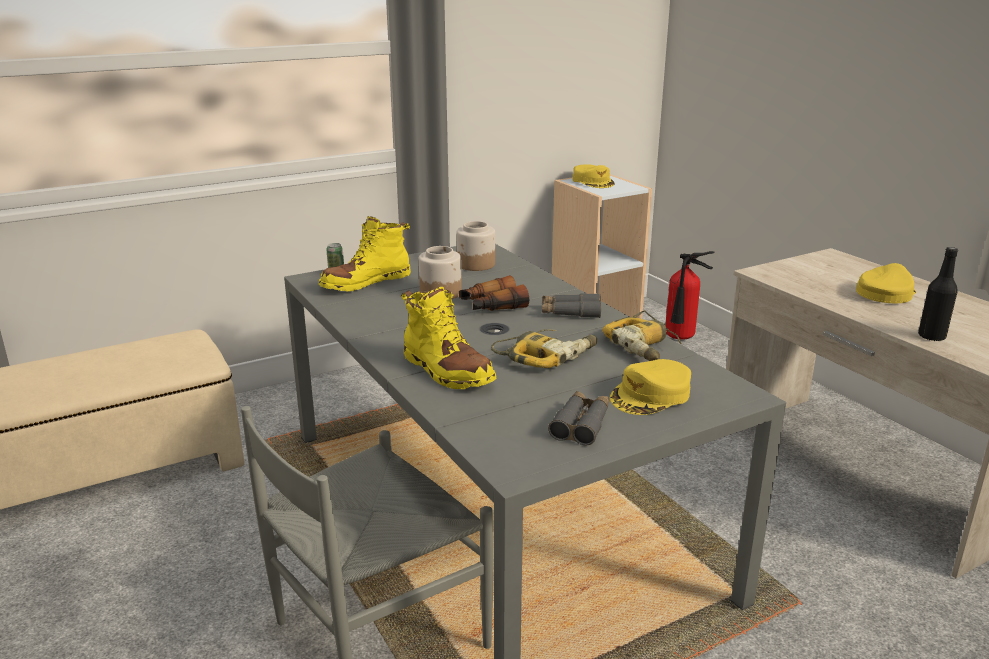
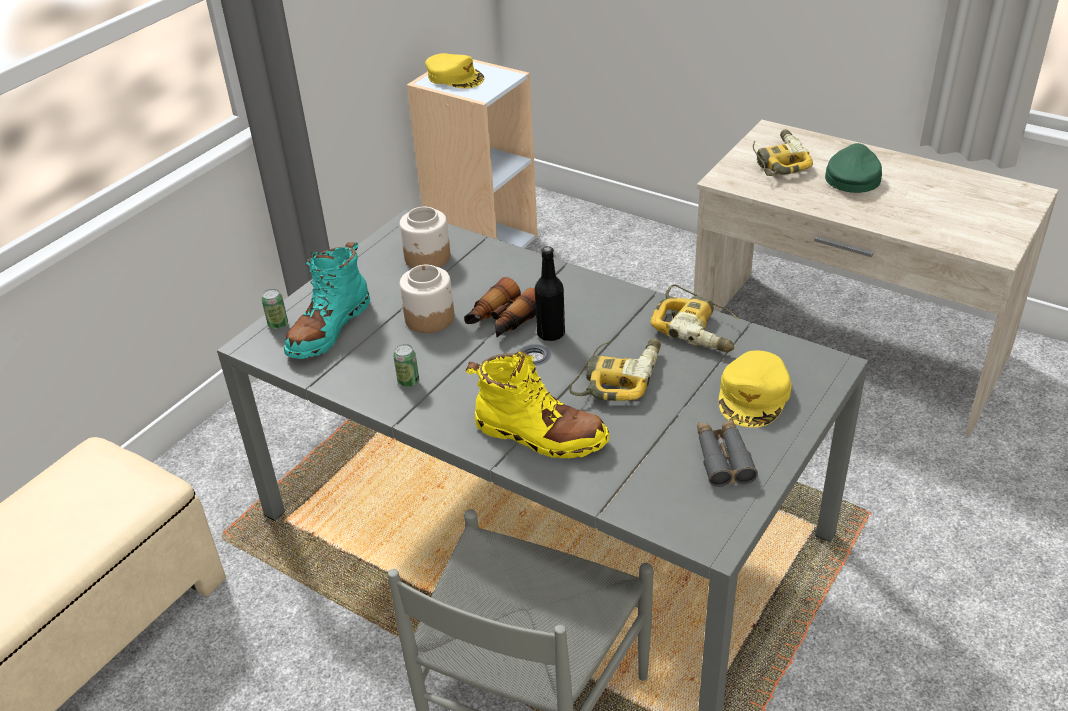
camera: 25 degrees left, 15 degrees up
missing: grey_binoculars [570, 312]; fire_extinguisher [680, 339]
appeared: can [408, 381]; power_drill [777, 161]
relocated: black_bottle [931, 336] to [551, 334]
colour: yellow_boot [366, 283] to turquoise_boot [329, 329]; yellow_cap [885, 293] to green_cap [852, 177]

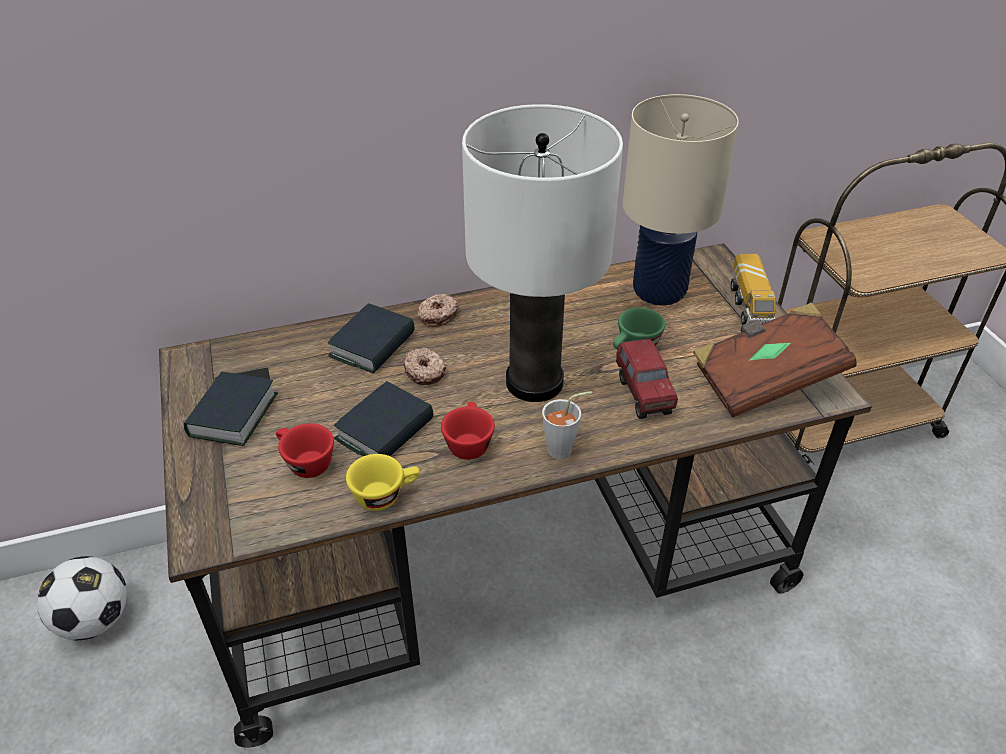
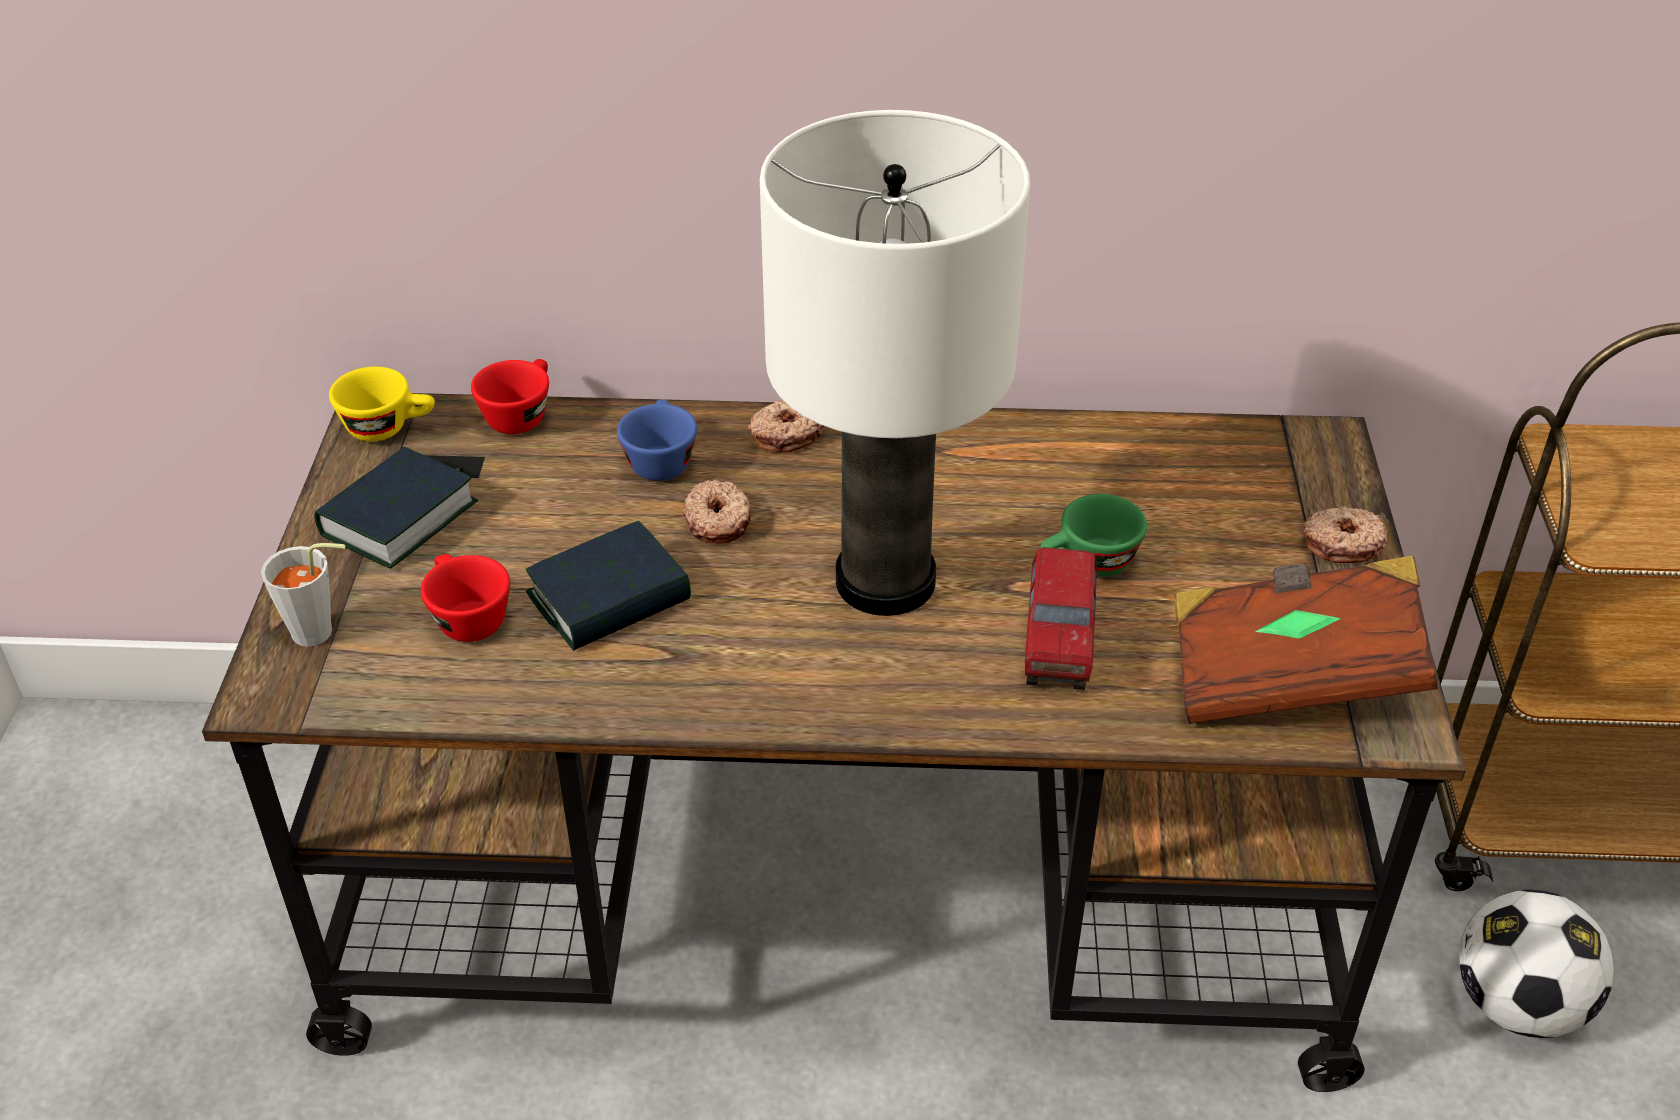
camera: 20 degrees right, 0 degrees up
missing: beige_table_lamp [659, 295]
relocated: football [95, 620] to [1517, 1004]; yellow_cup [385, 495] to [388, 427]; red_cup [468, 442] to [520, 414]; grey_cup [565, 449] to [321, 633]
exchanged: book [373, 345] to blue_cup [659, 459]; toy_truck [750, 307] to donut [1342, 543]

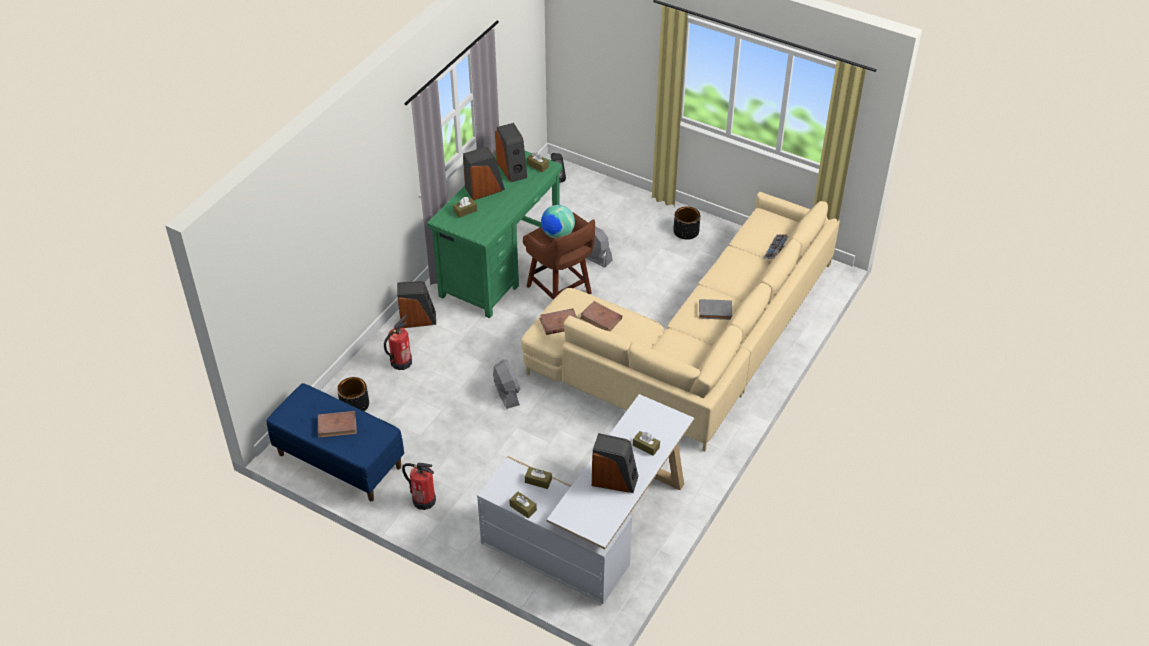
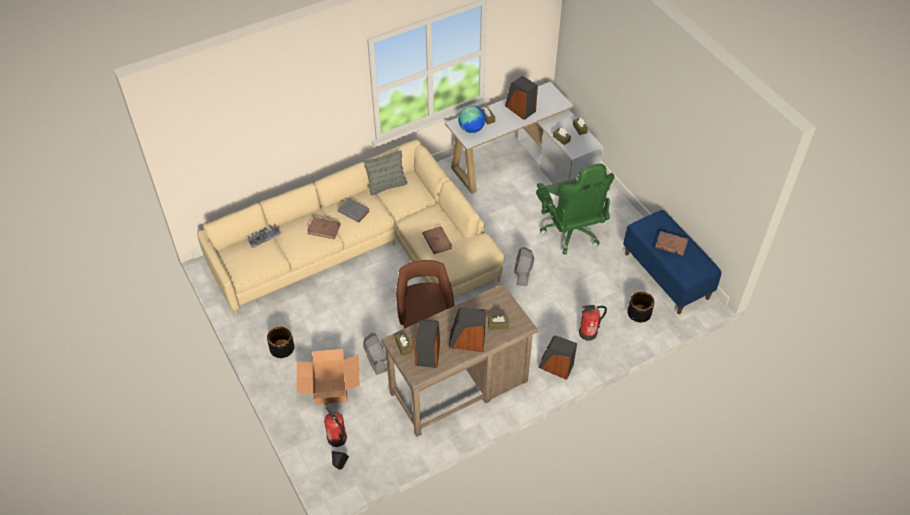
camera: 150 degrees left, 5 degrees up
appeared: cardboard_box [330, 387]; grey_pillow [387, 186]; green_office_chair [569, 229]
relocated: fire_extinguisher [423, 500] to [337, 438]; brown_book [559, 323] to [324, 229]; globe [557, 234] to [471, 129]
colour: green_desk [499, 266] to brown_desk [459, 387]

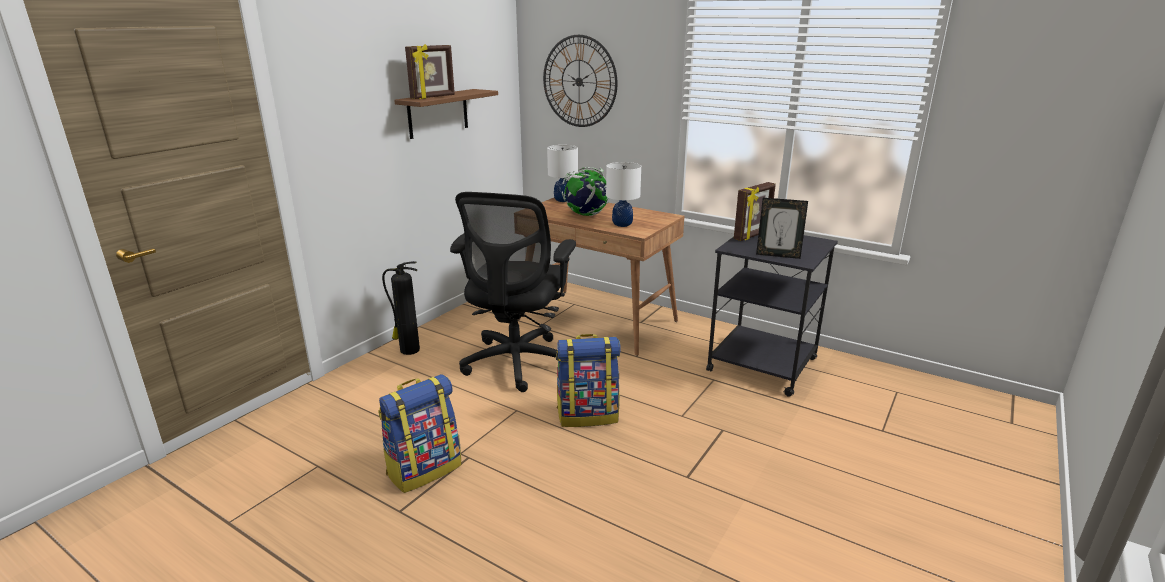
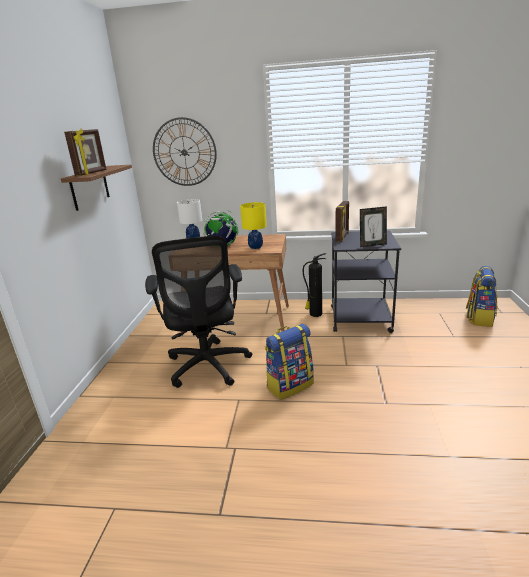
camera: 25 degrees left, 0 degrees up
relocated: backpack [424, 469] to [479, 318]; fire_extinguisher [408, 350] to [315, 314]
colour: white_table_lamp [622, 225] to yellow_table_lamp [256, 247]

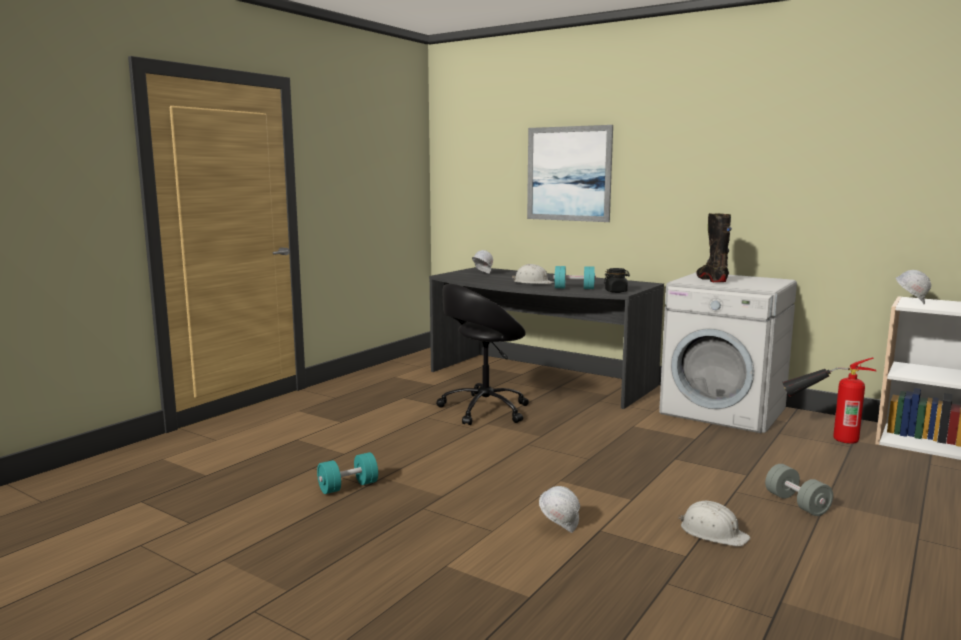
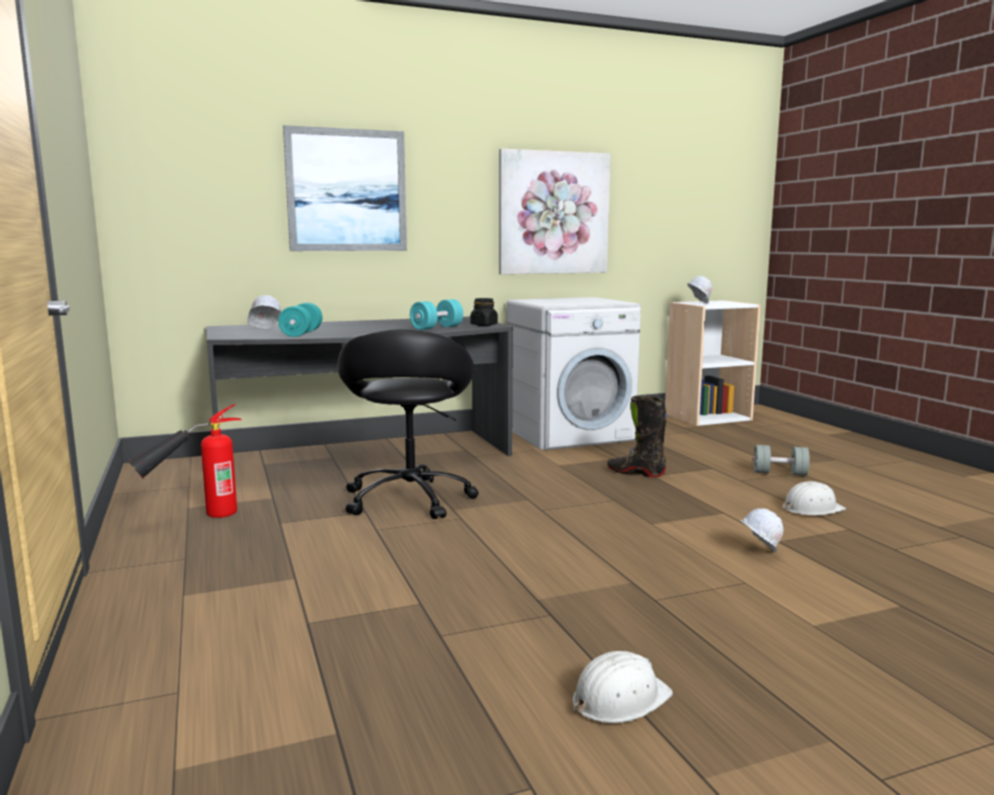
camera: 55 degrees left, 0 degrees up
appeared: picture [553, 213]
relocated: turquoise_dumbbell [348, 487] to [301, 333]; white_hard_hat [533, 282] to [619, 699]; black_boot [711, 280] to [636, 472]; fire_extinguisher [822, 437] to [193, 518]

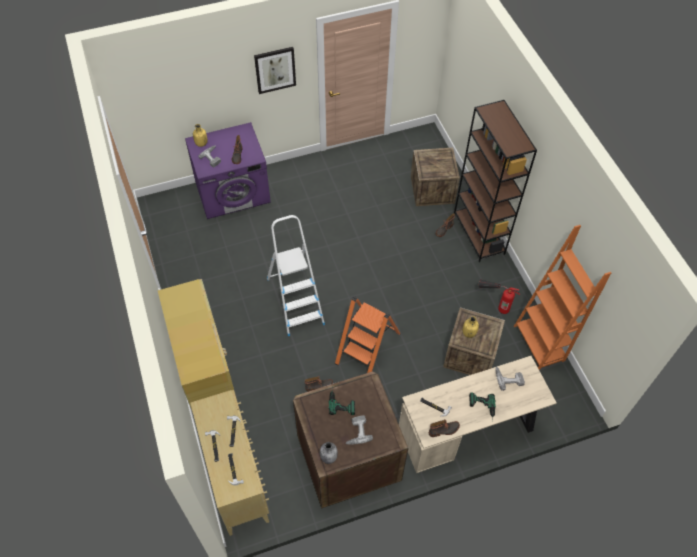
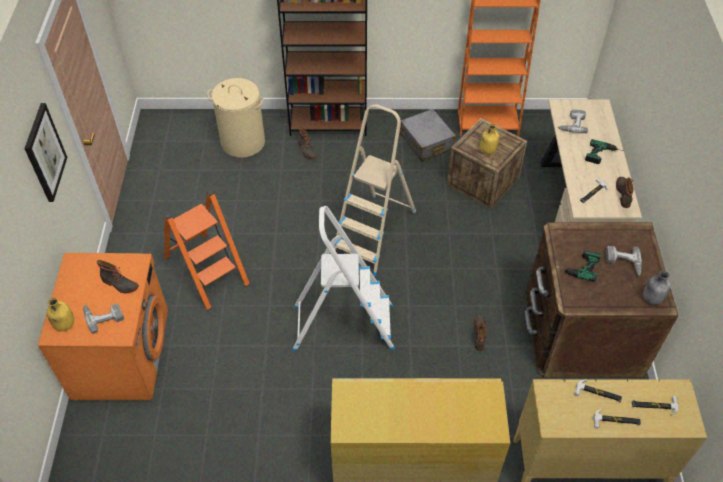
camera: 70 degrees left, 5 degrees down
appeared: beige_step_ladder [374, 234]
relocated: orange_step_ladder [368, 347] to [206, 270]
exchanged: crate [432, 189] to beige_laundry_basket [243, 142]; fire_extinguisher [494, 304] to grey_suitcase [426, 142]
colour: purple_washing_machine [234, 195] to orange_washing_machine [124, 355]

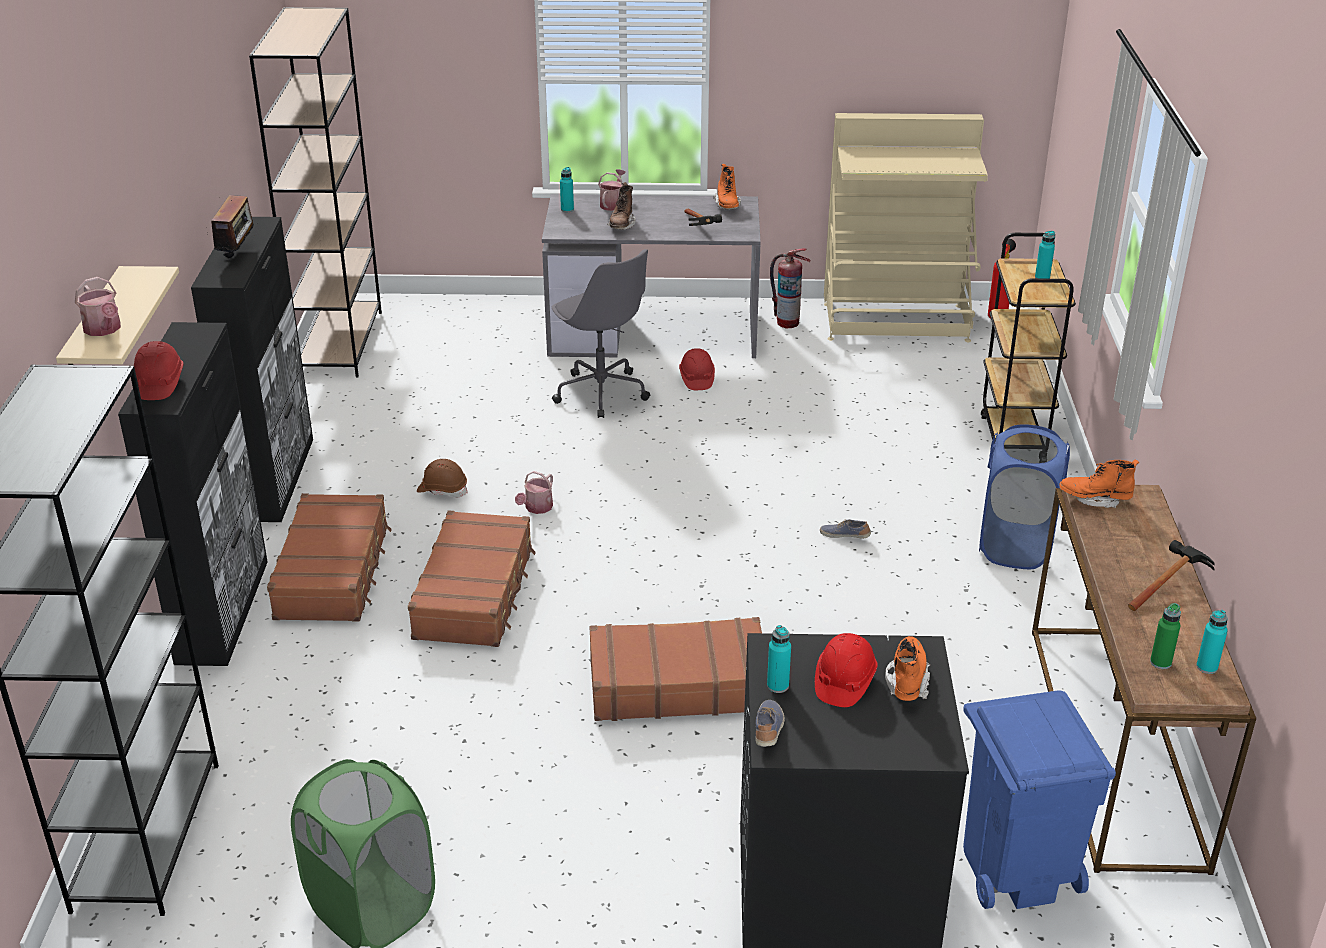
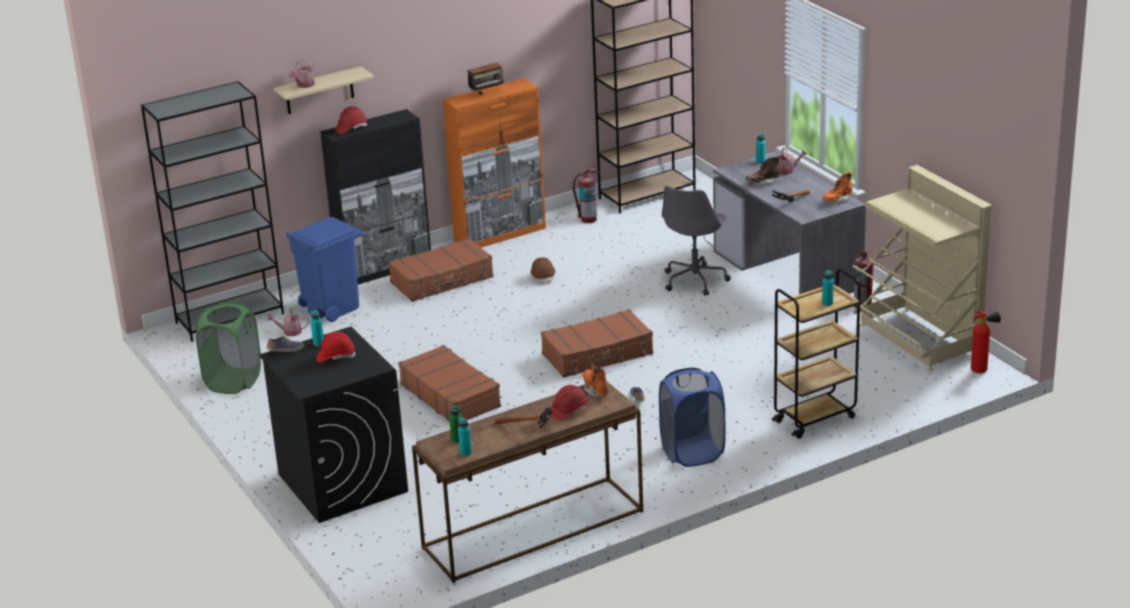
camera: 60 degrees right, 5 degrees down
missing: orange_boot [907, 680]
appeared: fire_extinguisher [588, 219]
relocated: brown_suitcase [475, 593] to [598, 355]; watering_can [536, 508] to [289, 332]; red_hard_hat [696, 379] to [569, 411]; blue_trash_can [1016, 869] to [331, 307]
colour: black_cabinet [275, 478] to orange_cabinet [500, 234]

